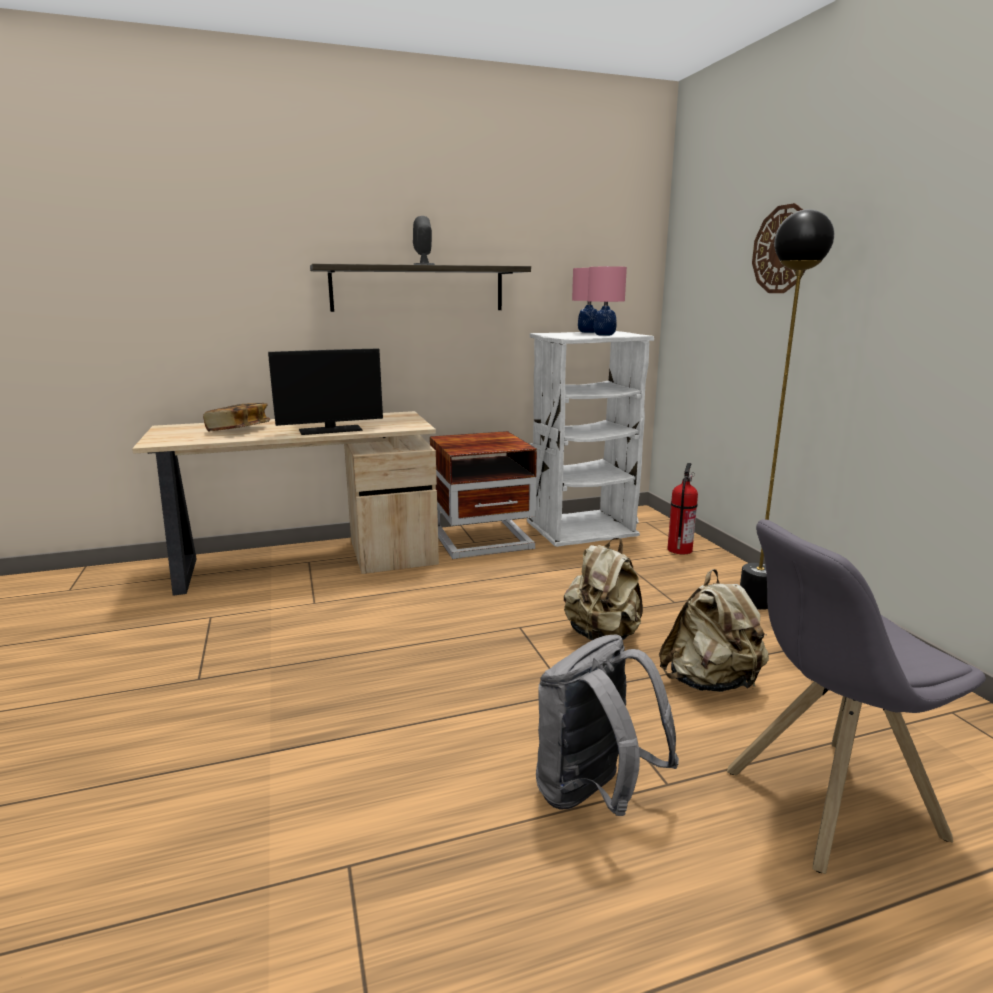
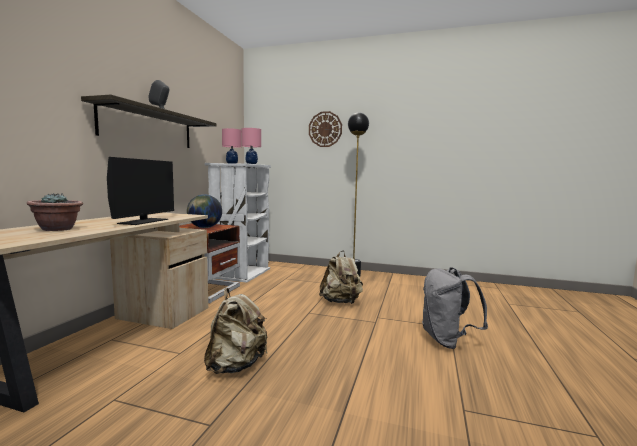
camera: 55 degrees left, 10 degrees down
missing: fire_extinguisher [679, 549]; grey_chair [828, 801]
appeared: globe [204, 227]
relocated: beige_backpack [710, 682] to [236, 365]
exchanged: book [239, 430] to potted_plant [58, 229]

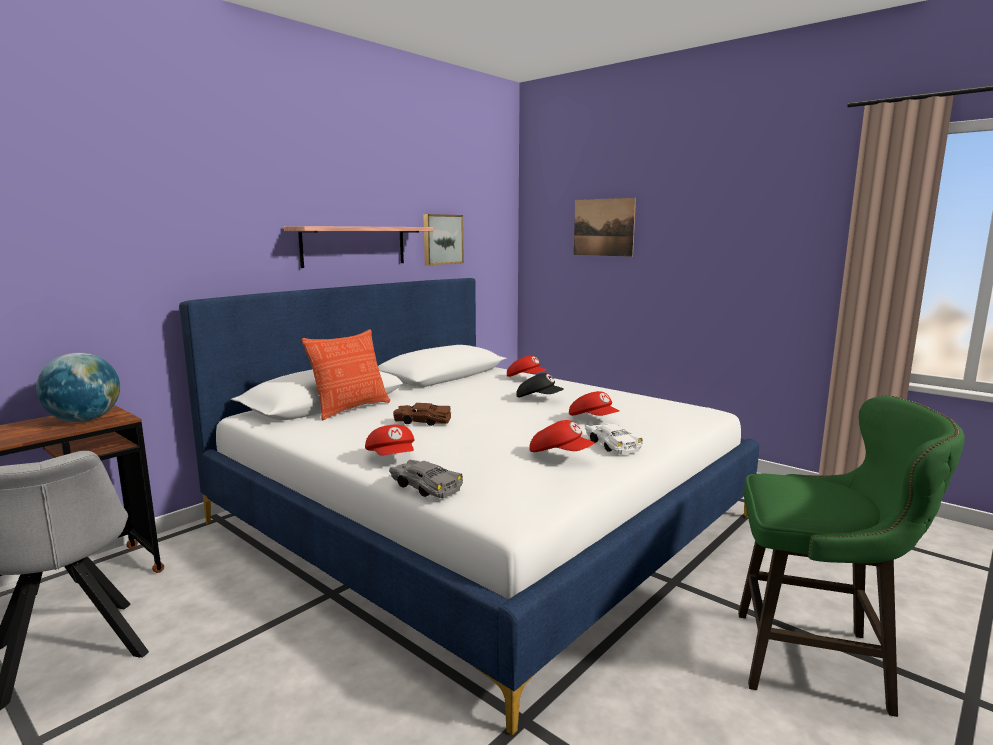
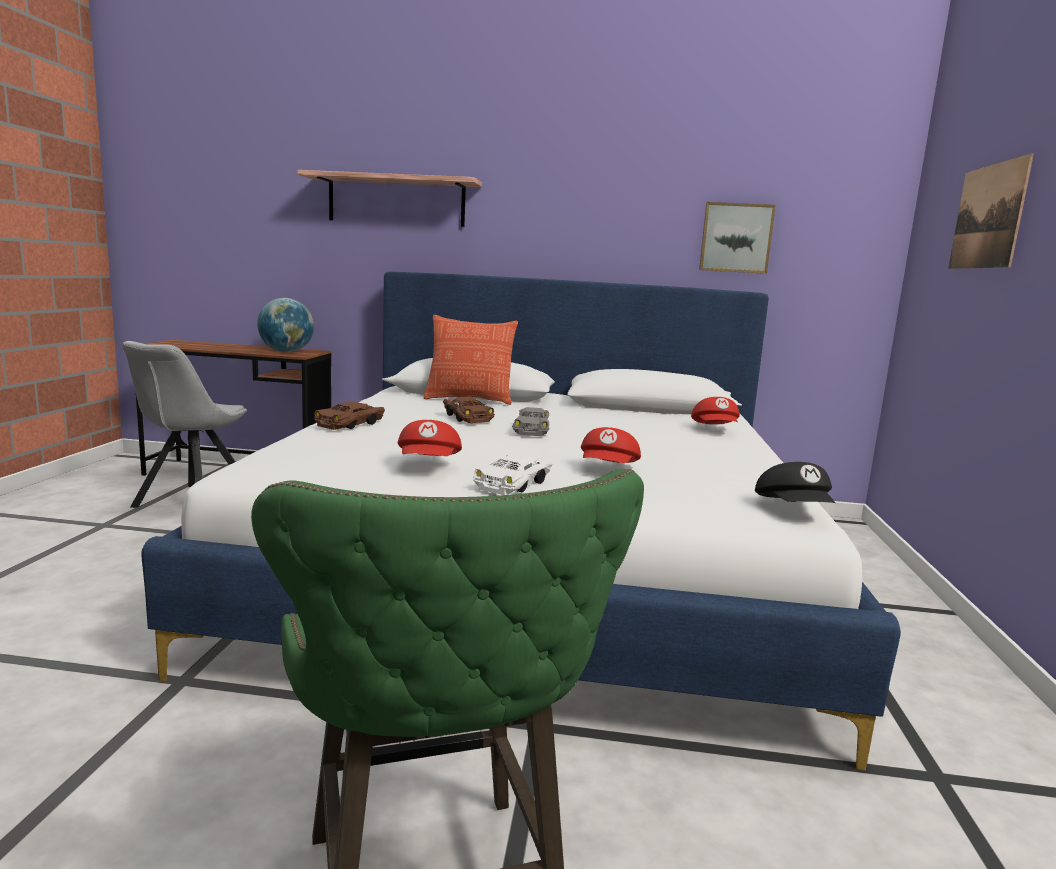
camera: 55 degrees right, 0 degrees up
relocated: shelf [354, 246] to [396, 201]; grey_toy_car [425, 486] to [532, 430]; black_cap [539, 398] to [794, 509]
exchanged: red_cap [392, 458] to brown_toy_car [351, 424]

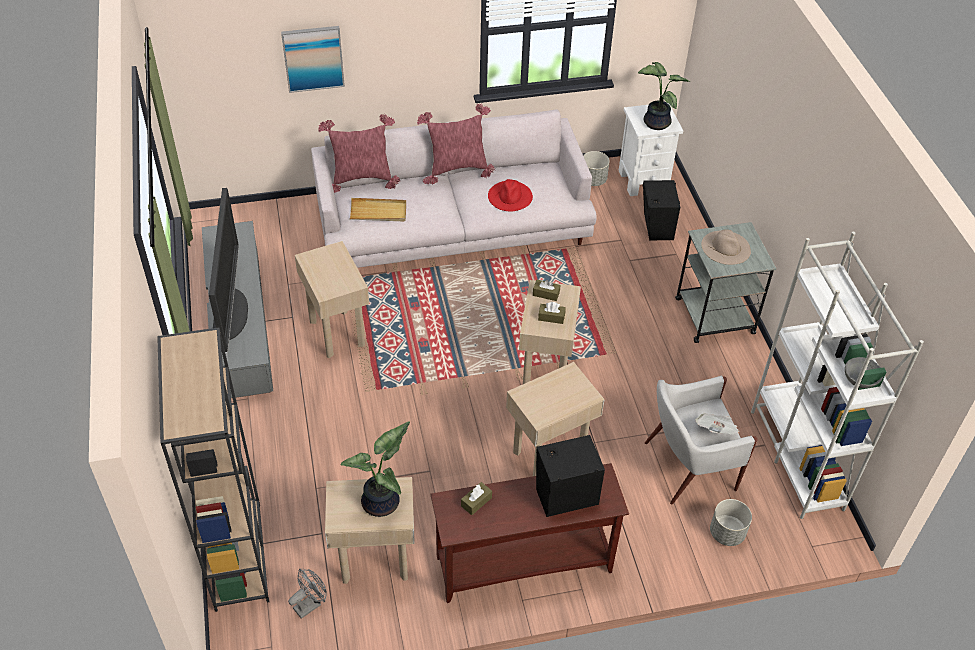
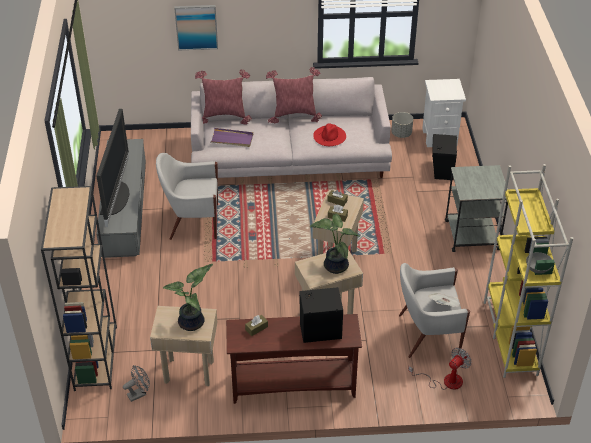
camera: 10 degrees right, 5 degrees down
missing: beige_hat [726, 247]
relocated: potted_plant [655, 122] to [334, 265]
exchanged: beige_side_table [337, 333] to white_armchair [192, 221]; grey_planter [726, 533] to fan [445, 381]
colour: beige_tray [378, 212] to purple_tray [232, 139]; white_bookcase [796, 460] to yellow_bookcase [510, 338]

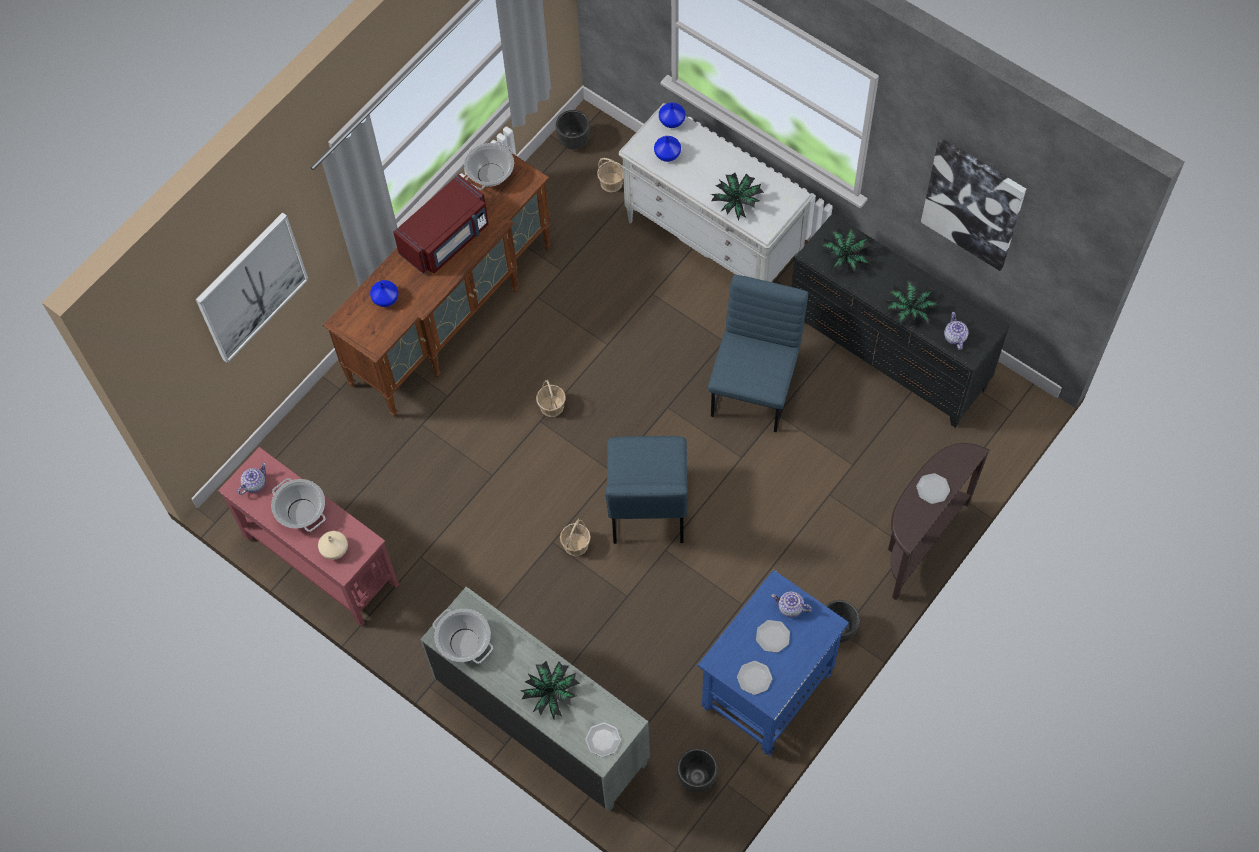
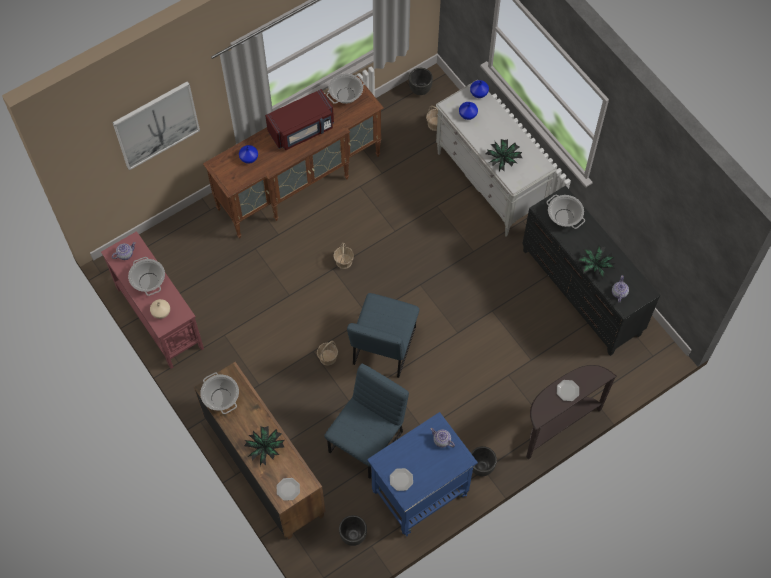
camera: 15 degrees right, 0 degrees up
missing: plate [772, 636]; picture [973, 203]
relocated: blue_chair [755, 386] to [367, 440]
exchanged: potted_plant [845, 257] to cooking_pot [564, 217]
colour: grey_dresser [542, 723] to brown_dresser [264, 468]

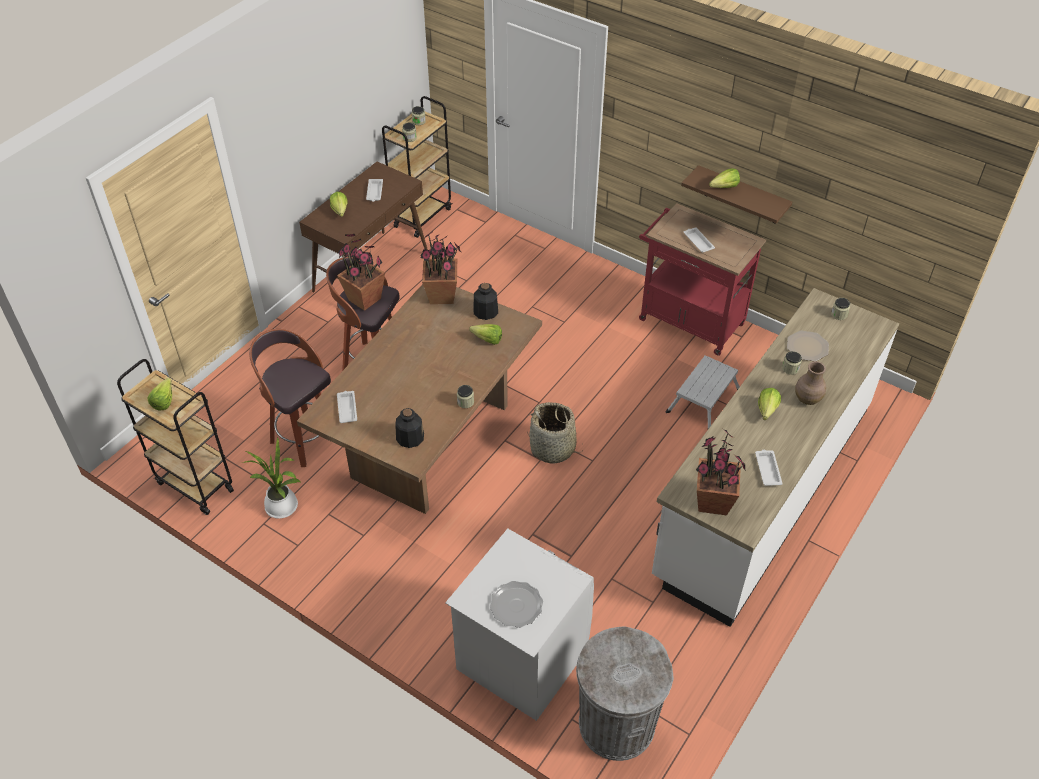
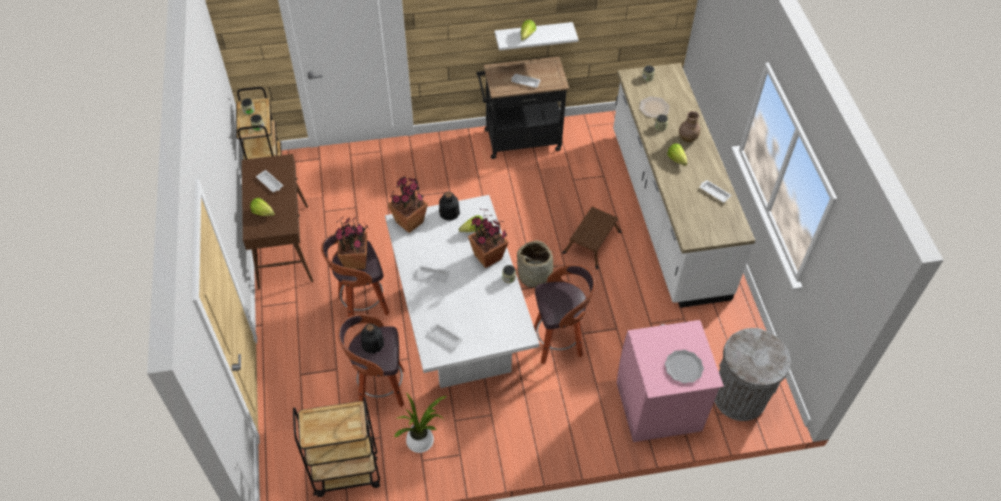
camera: 45 degrees left, 5 degrees up
missing: lettuce [166, 399]; white_step_ladder [703, 401]
appeared: white_tray [431, 275]; stool [558, 342]; brown_step_ladder [591, 242]
relocated: bottle [409, 437] to [372, 344]; potted_plant [713, 502] to [488, 257]
colour: brown_dining_table [431, 442] to white_dining_table [461, 326]; white_washing_machine [519, 660] to pink_washing_machine [658, 407]; red_cart [688, 321] to black_cart [520, 140]; brown_shelf [742, 196] to white_shelf [533, 35]

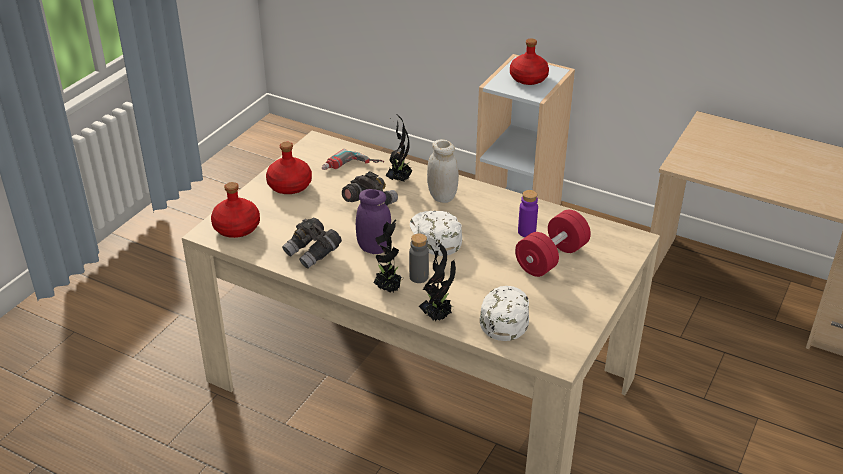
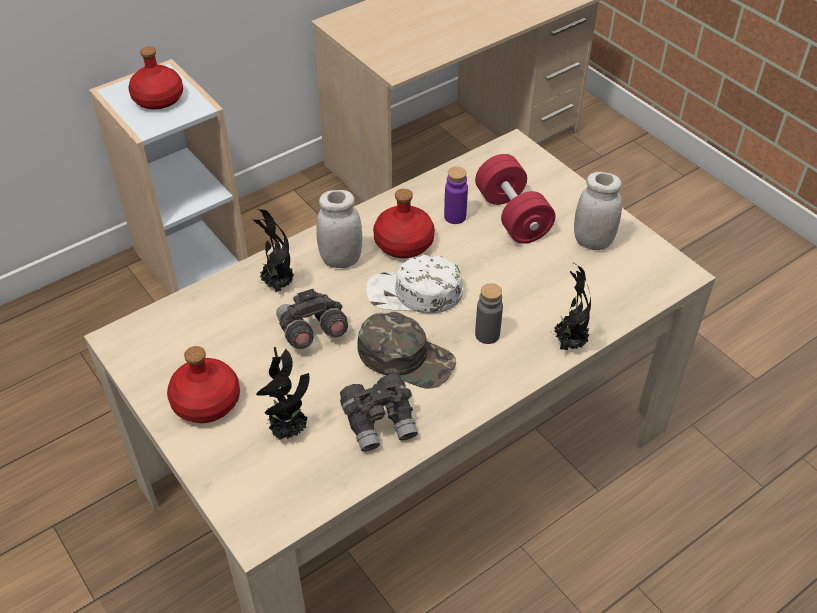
camera: 65 degrees left, 10 degrees up
missing: power_drill [352, 168]; white_cap [504, 315]
appeared: white_jar [592, 242]
relocated: red_bottle [236, 227] to [403, 243]; potted_plant [389, 289] to [290, 431]
exchanged: purple_jar [374, 248] to green_cap [406, 357]

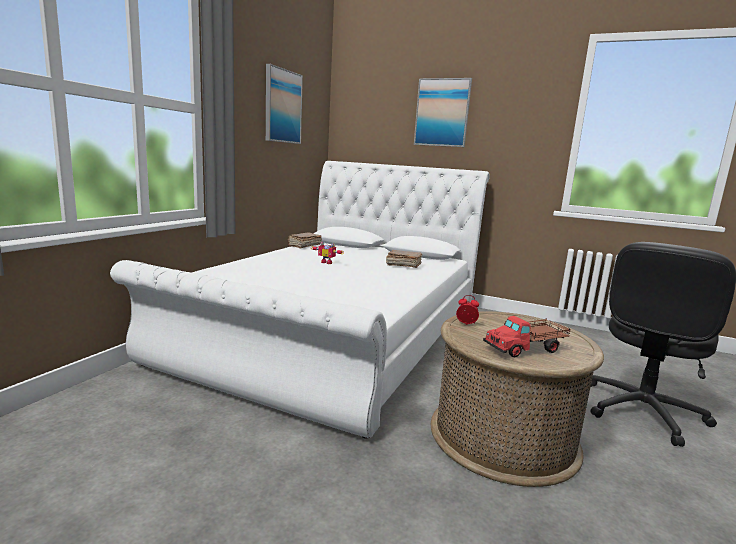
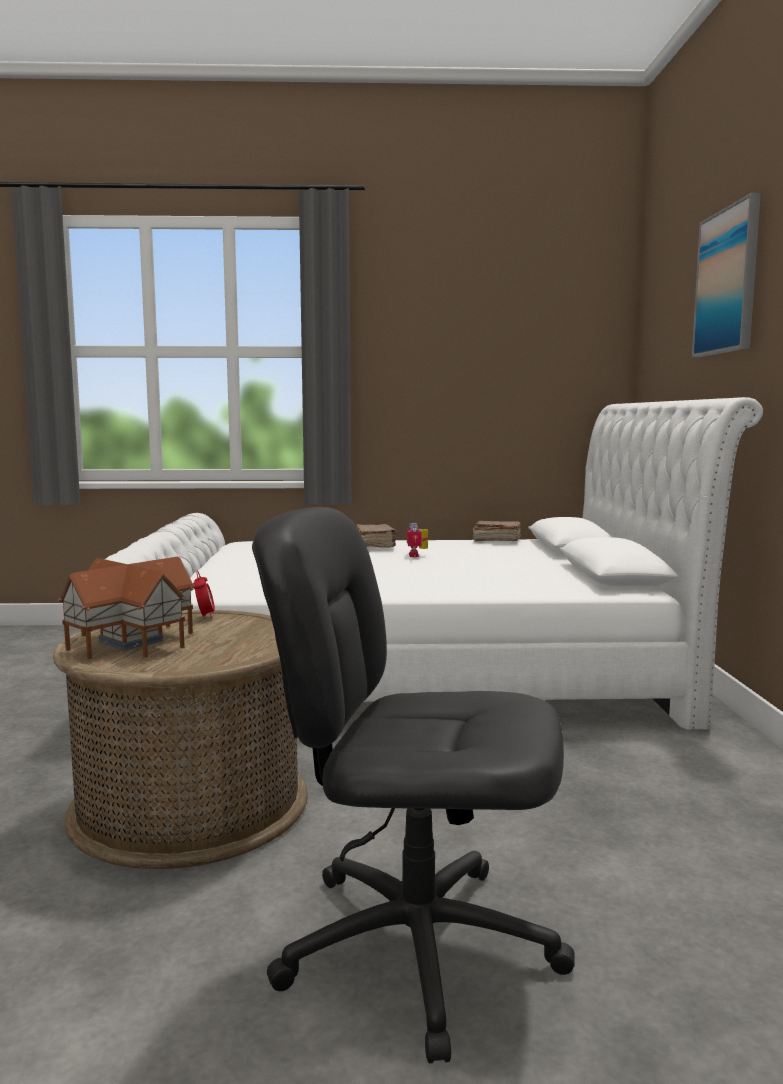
camera: 65 degrees right, 5 degrees down
missing: picture [282, 106]
relocated: brown_book [403, 265] to [375, 546]
exchanged: toy_truck [526, 348] to toy_house [130, 642]

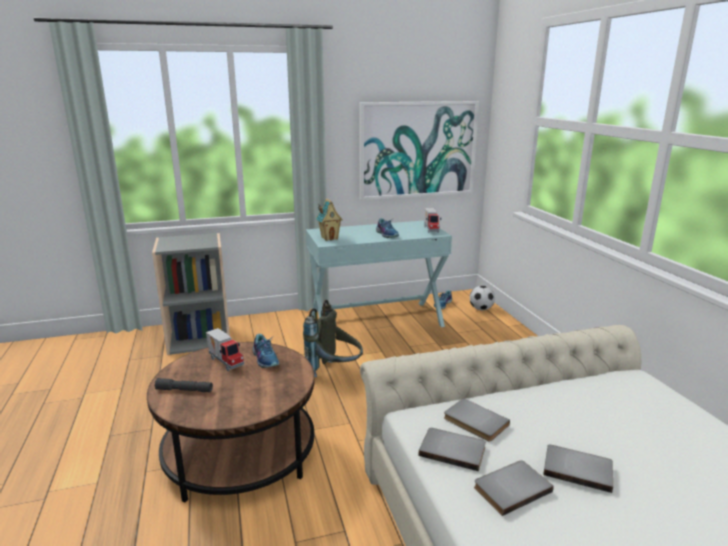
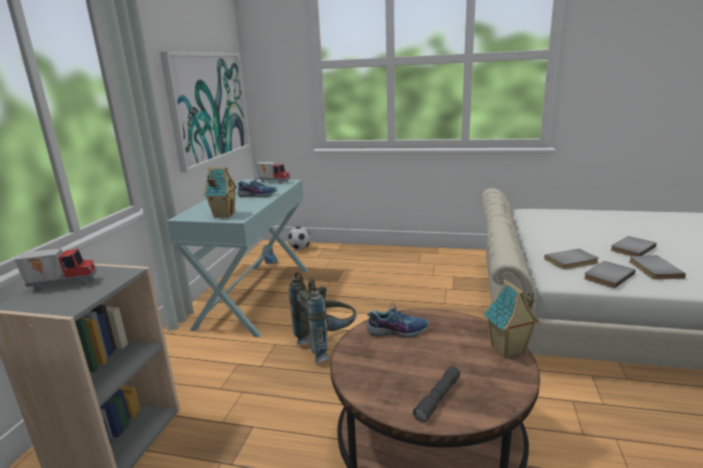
camera: 60 degrees left, 0 degrees up
appeared: toy_house [508, 349]
relocated: toy_truck [227, 361] to [63, 284]

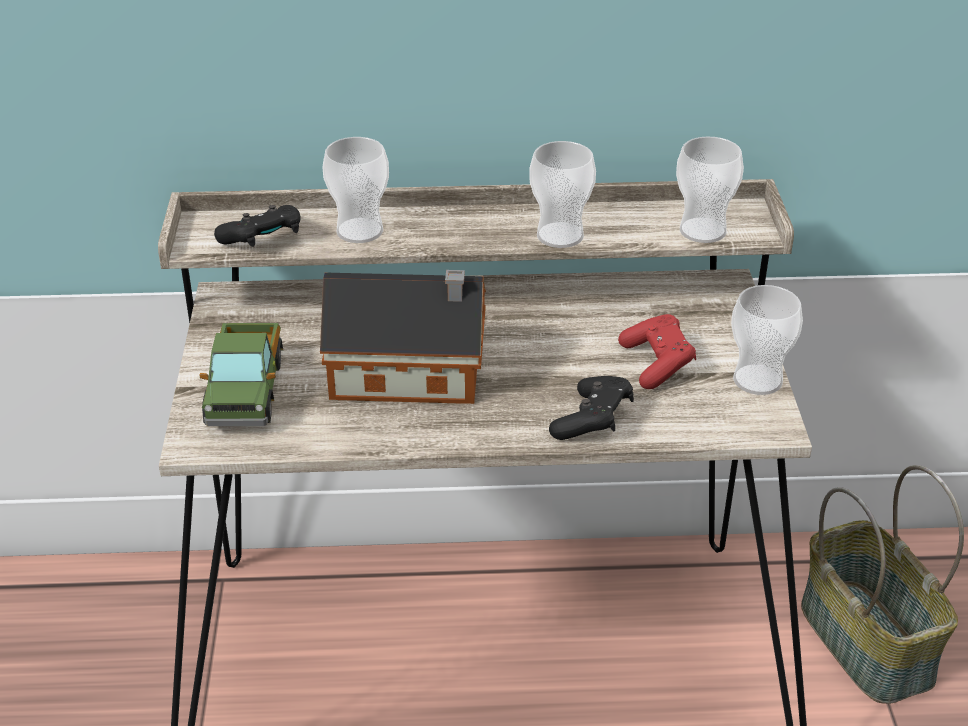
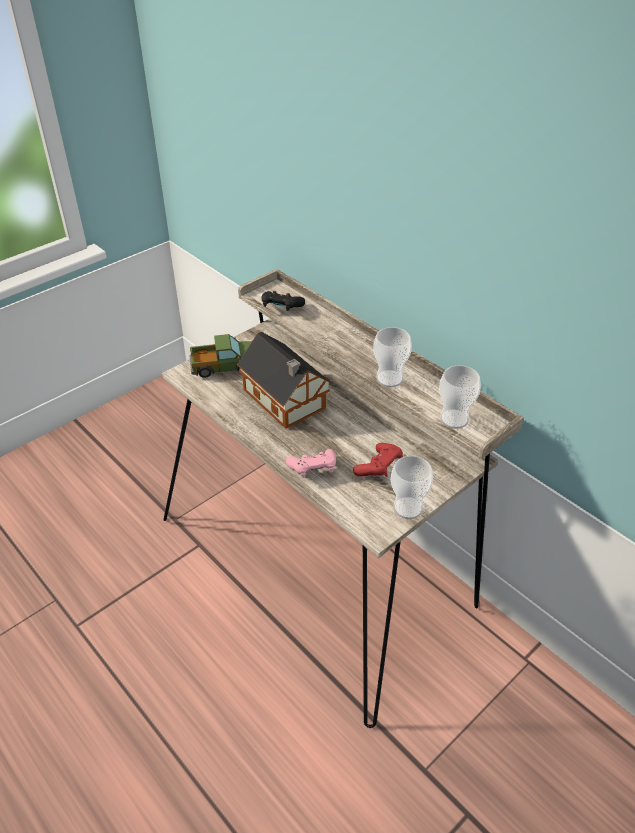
camera: 50 degrees right, 5 degrees up
missing: cup [359, 231]; basket [868, 642]
colour: black_game_controller [593, 422] to pink_game_controller [313, 470]
spun: toy_truck [246, 392] = [224, 367] 150 degrees counterclockwise

